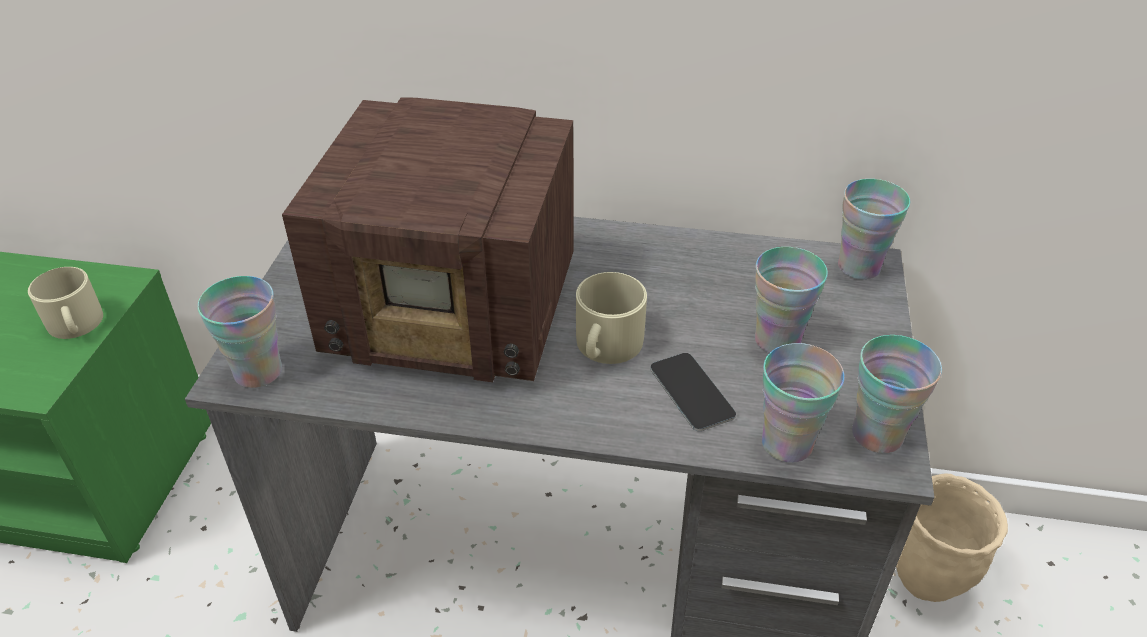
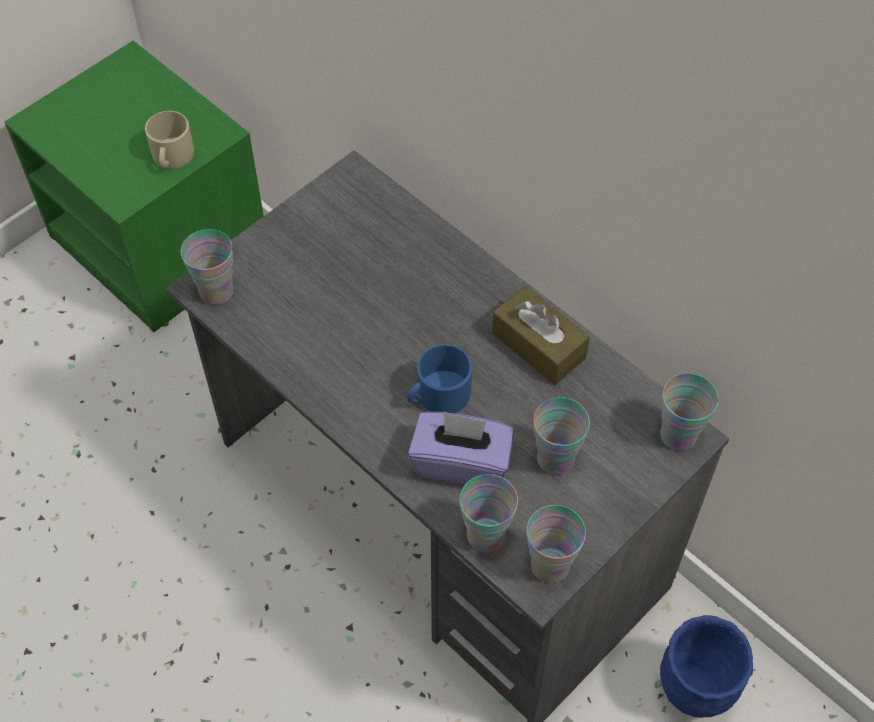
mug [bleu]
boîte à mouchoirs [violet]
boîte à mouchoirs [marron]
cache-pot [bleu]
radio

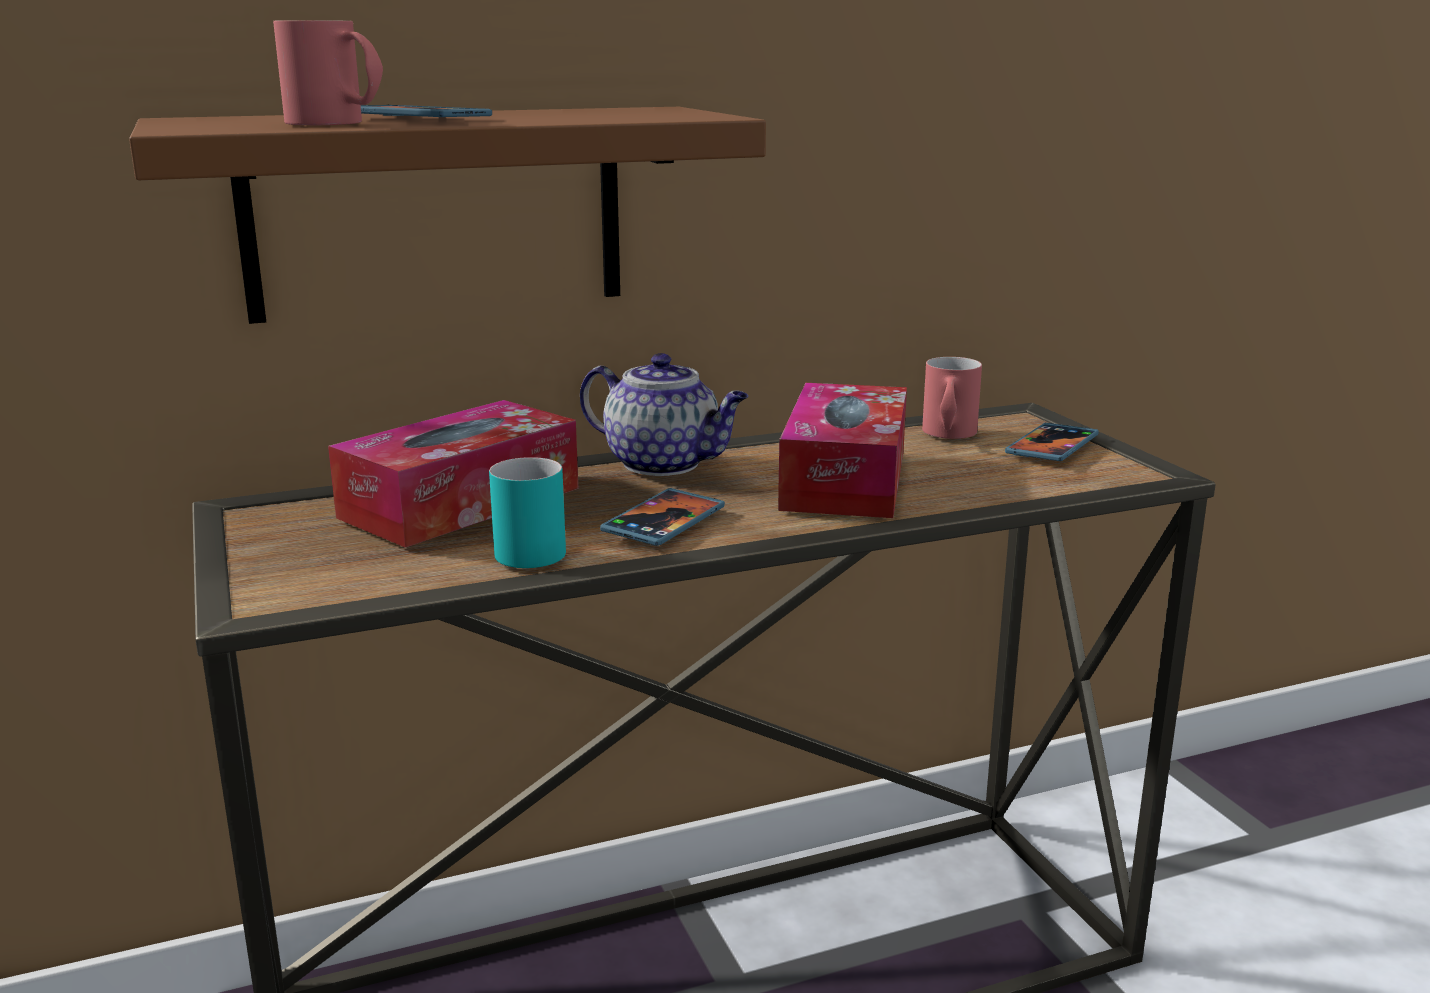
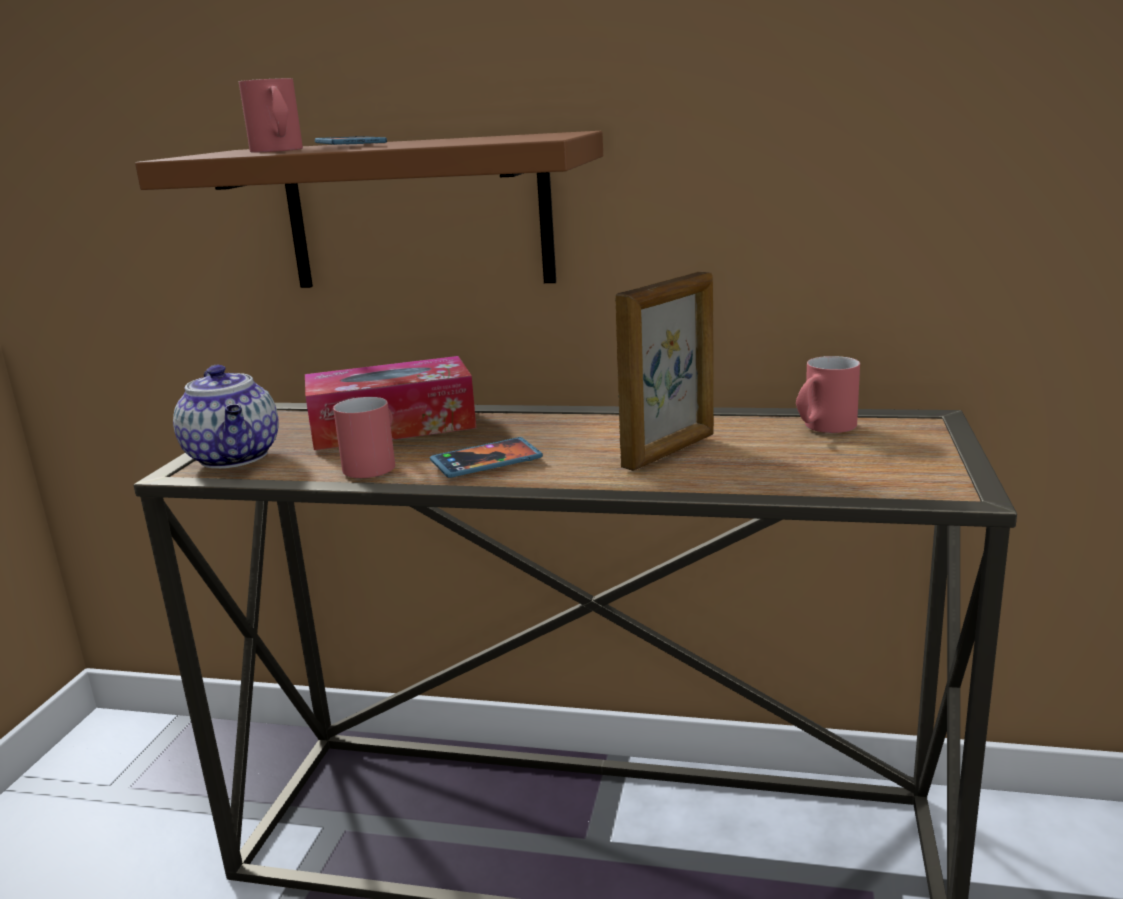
théière
mug [rouge] (no. 2 from left)
cadre photo
téléphone (no. 3 from left in the first image)

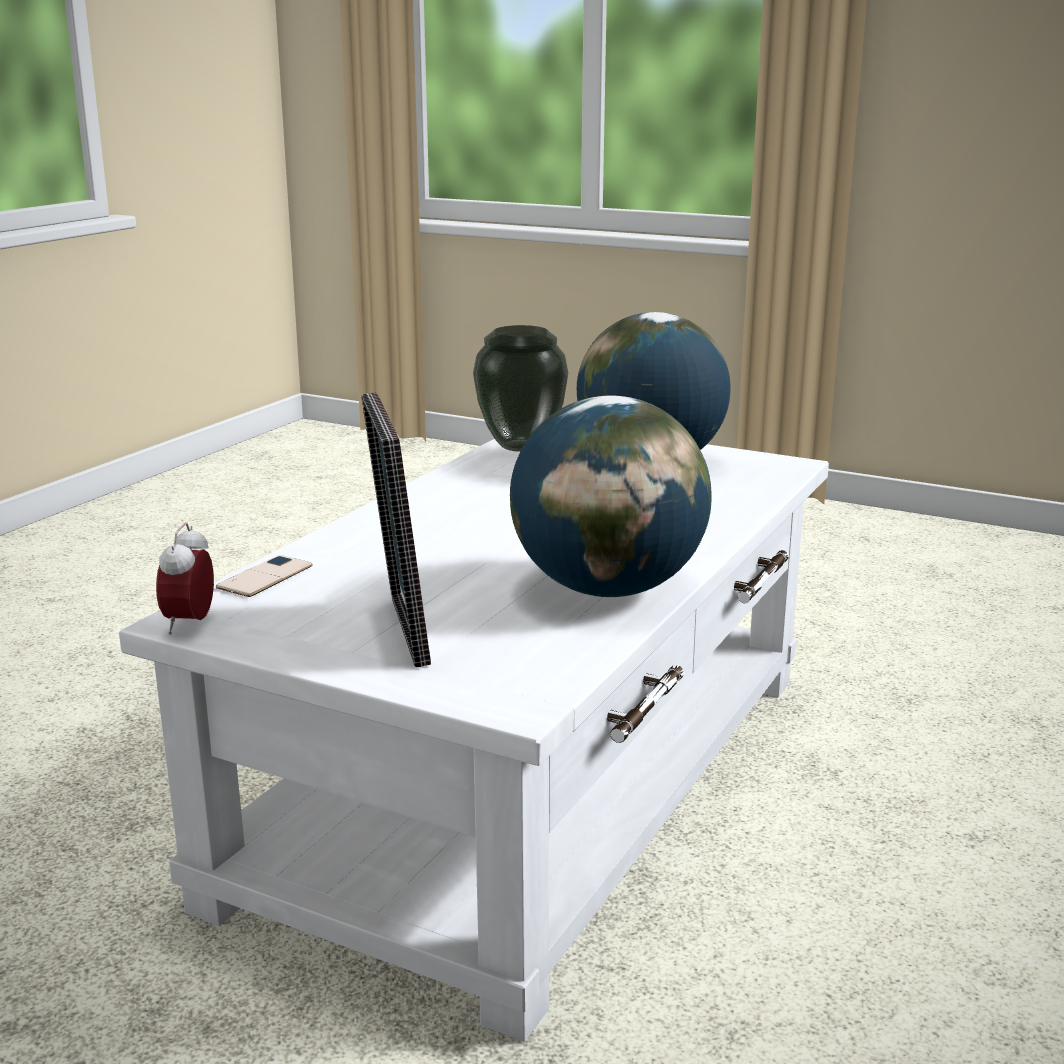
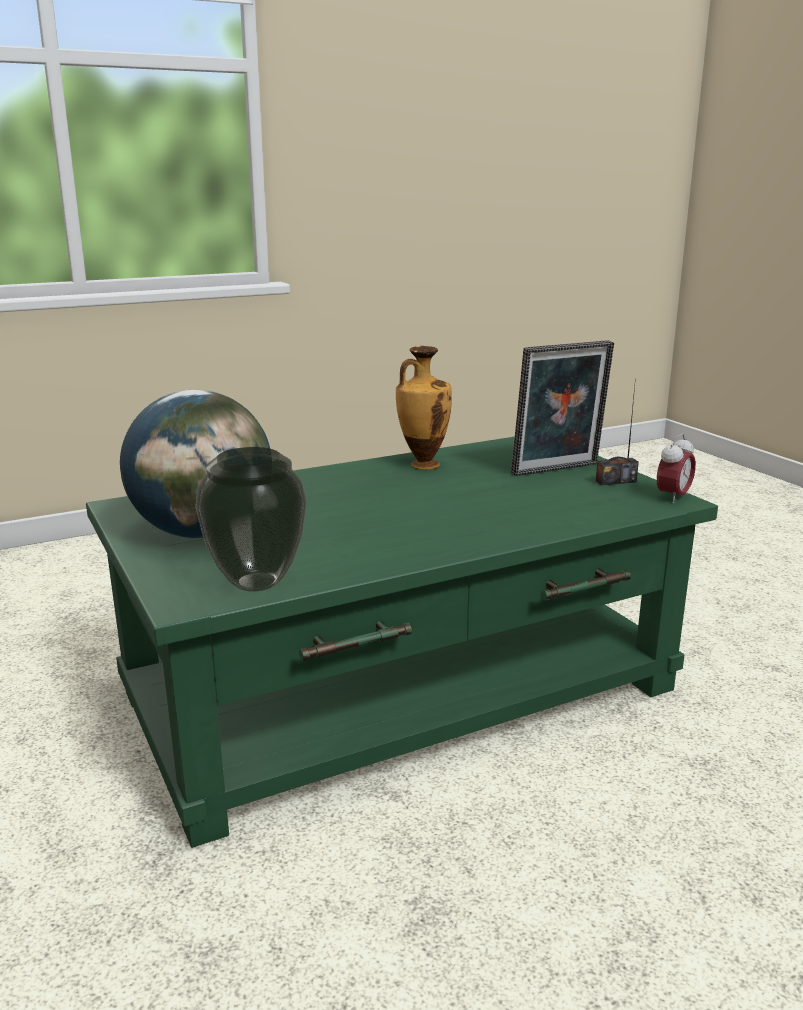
table basse [vert]
vase (no. 2 from left)
cadre photo
radio
téléphone

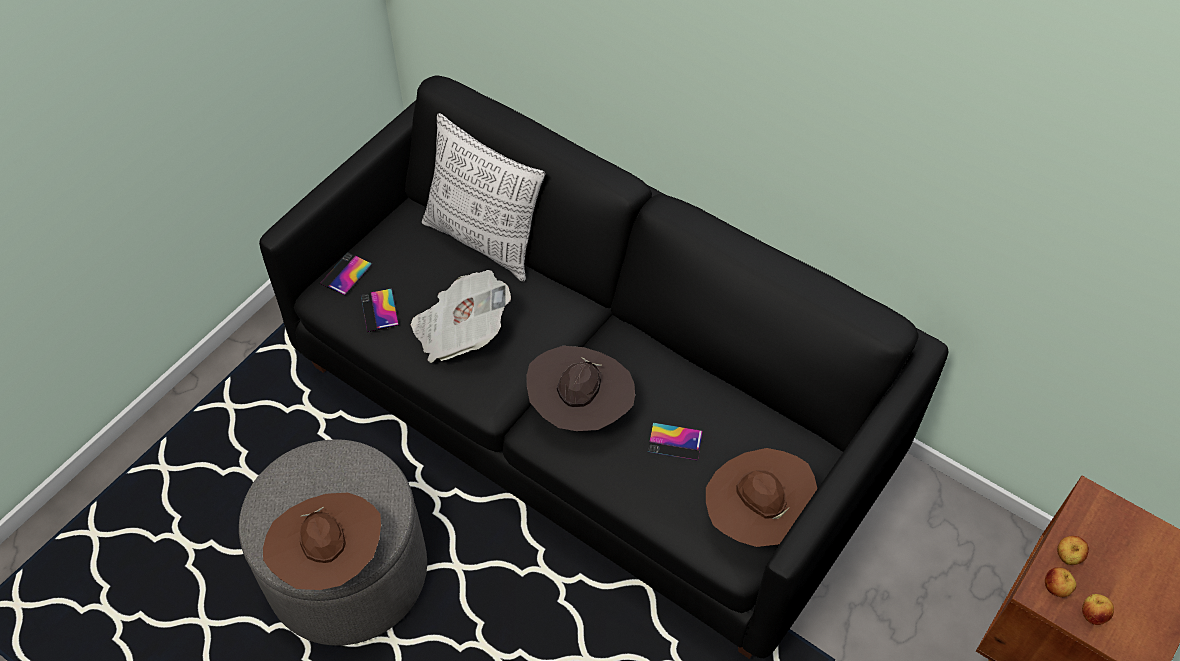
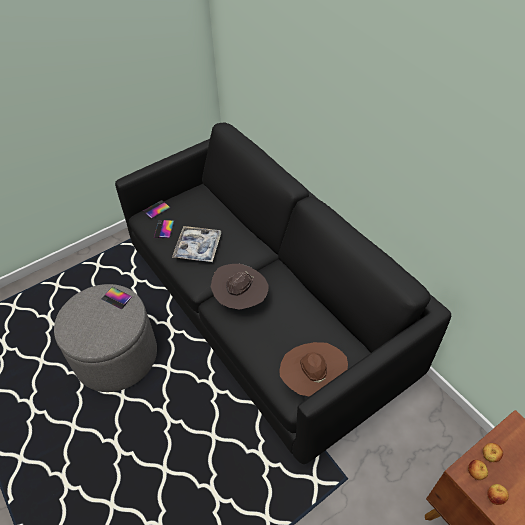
téléphone (no. 1 from left)
plateau
chapeau [marron] (no. 1 from left in the first image)
coussin

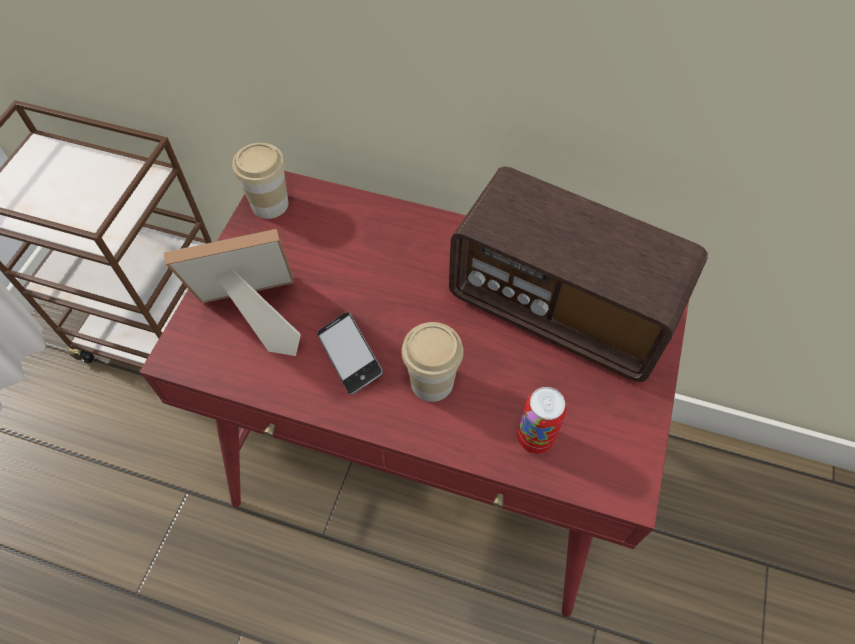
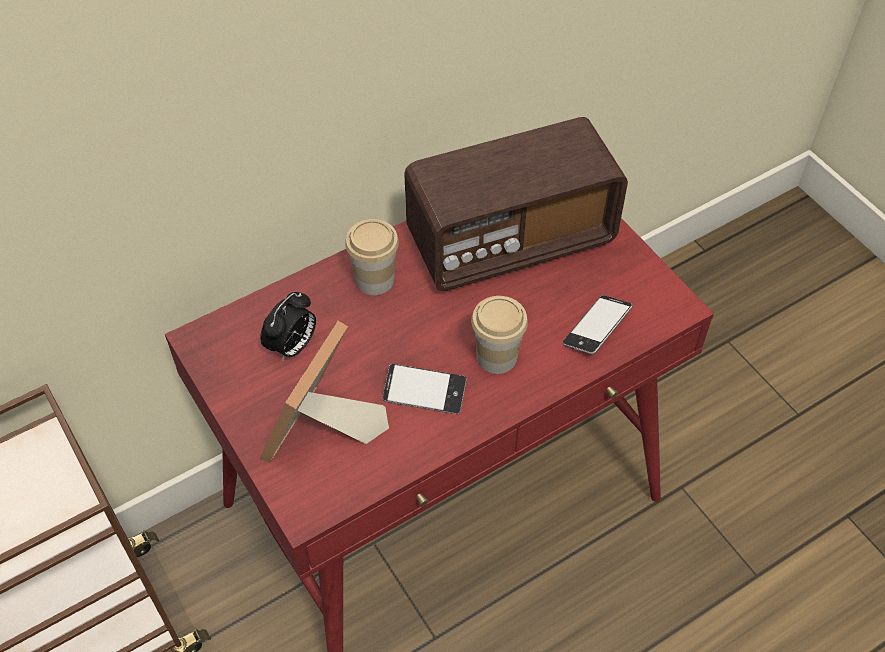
réveil
tasse (no. 1 from left)
téléphone (no. 2 from left)

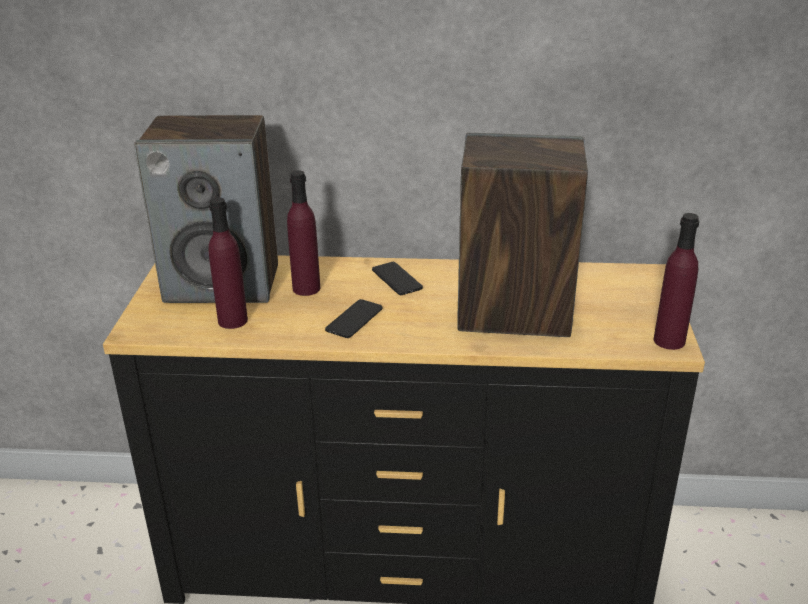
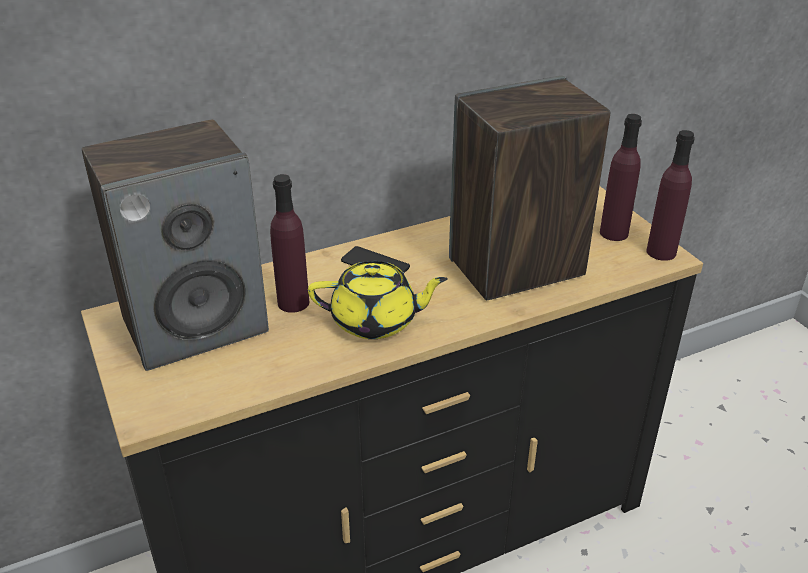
théière [jaune]
bouteille [violet] (no. 2 from left)

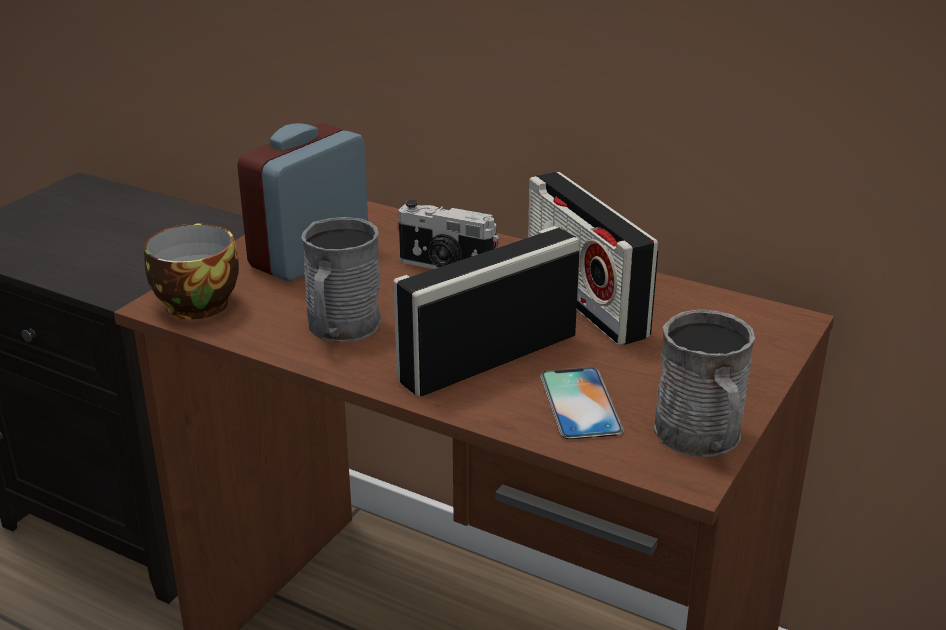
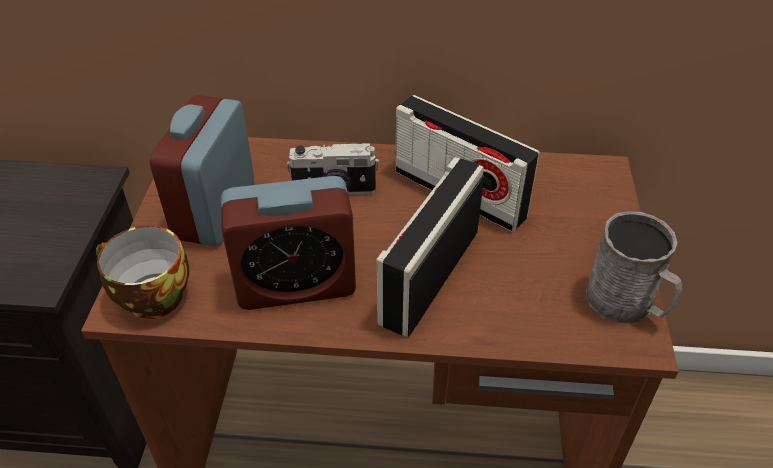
réveil (no. 2 from left)
téléphone

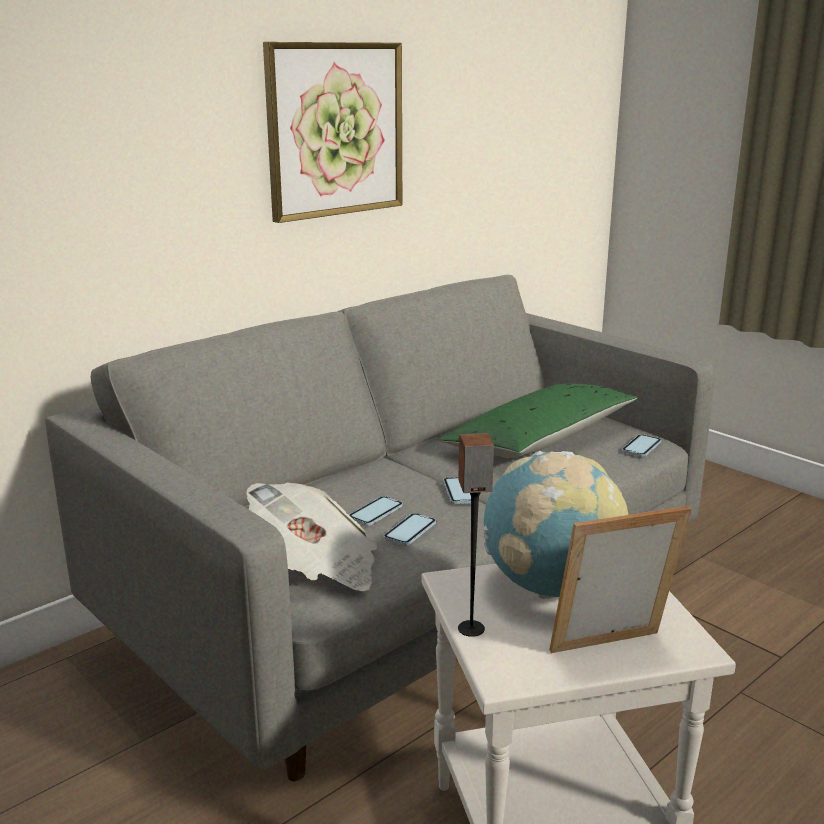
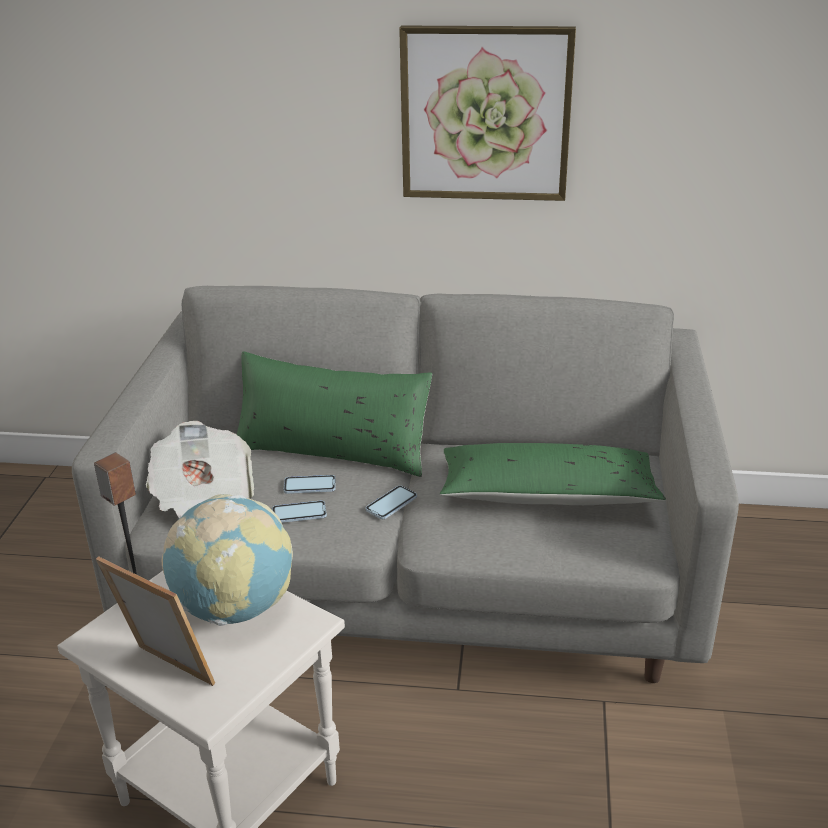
coussin [vert] (no. 1 from left)
téléphone (no. 4 from left in the first image)

